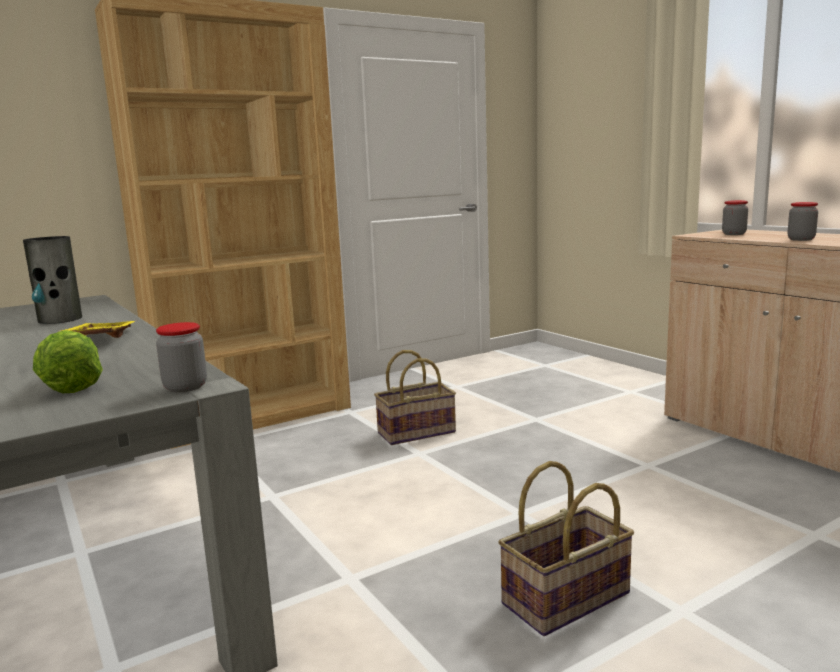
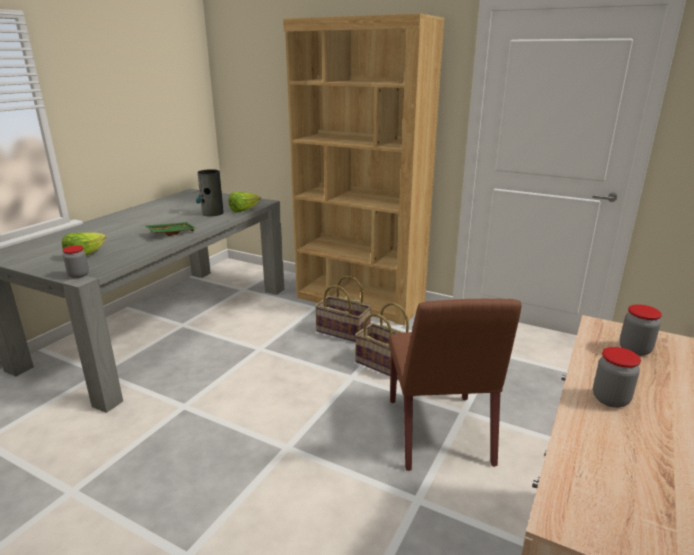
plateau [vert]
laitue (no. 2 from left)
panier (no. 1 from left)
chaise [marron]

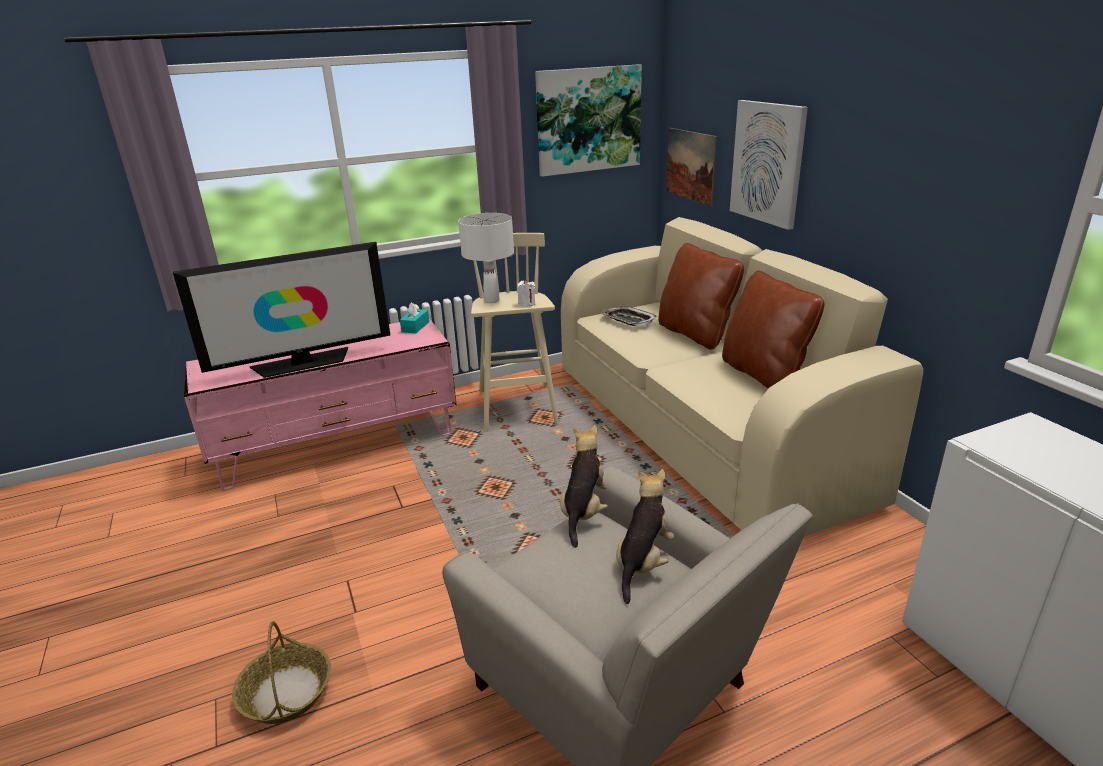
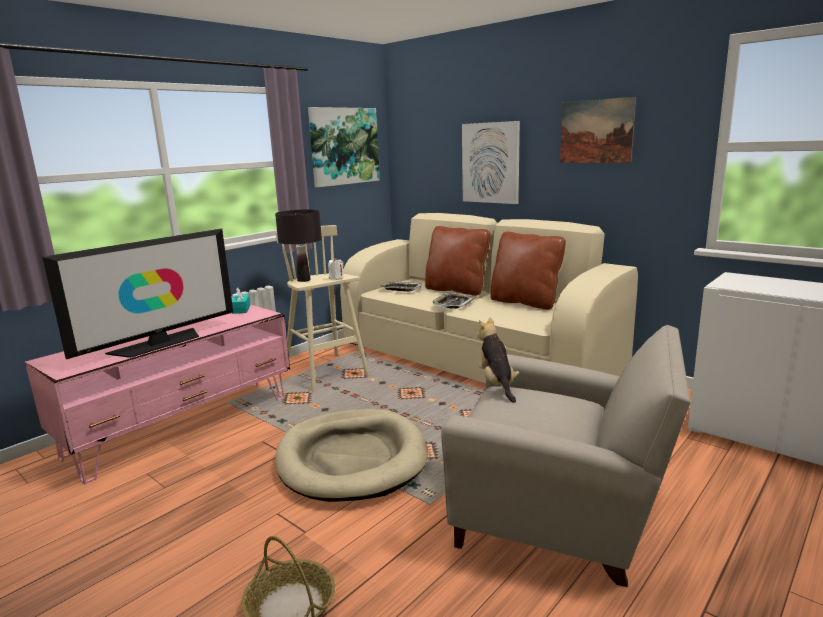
lampe de table [noir]
panier pour chien [beige]
plateau (no. 2 from left)
tableau (no. 3 from left)
peluche (no. 2 from left in the first image)

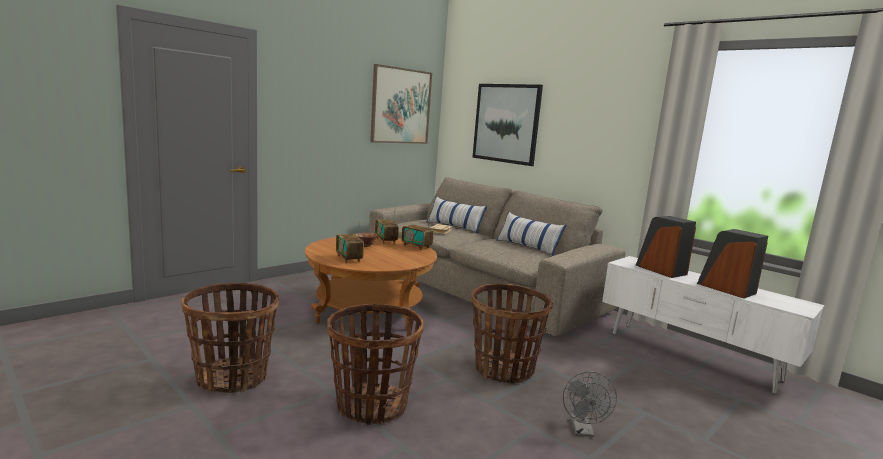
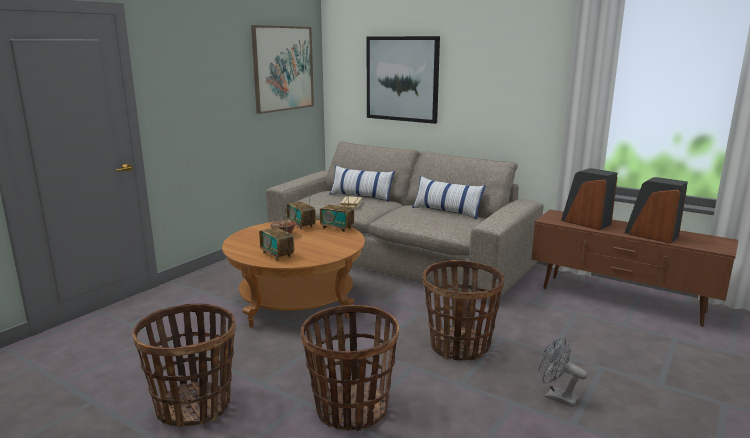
meuble télé [marron]
ventilateur [gris]

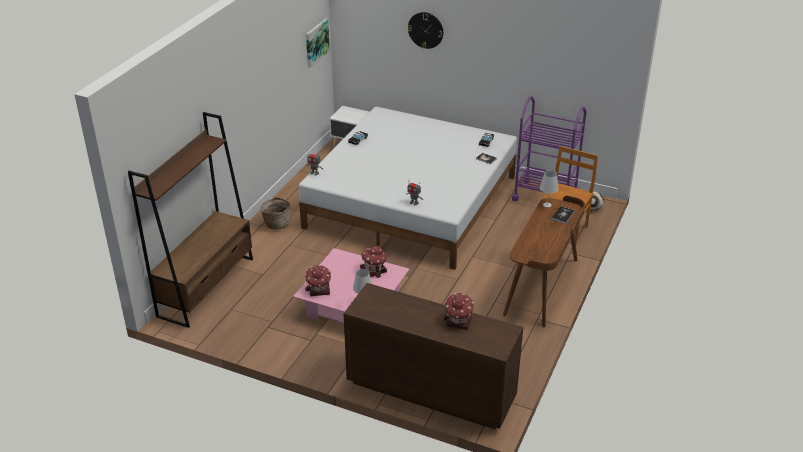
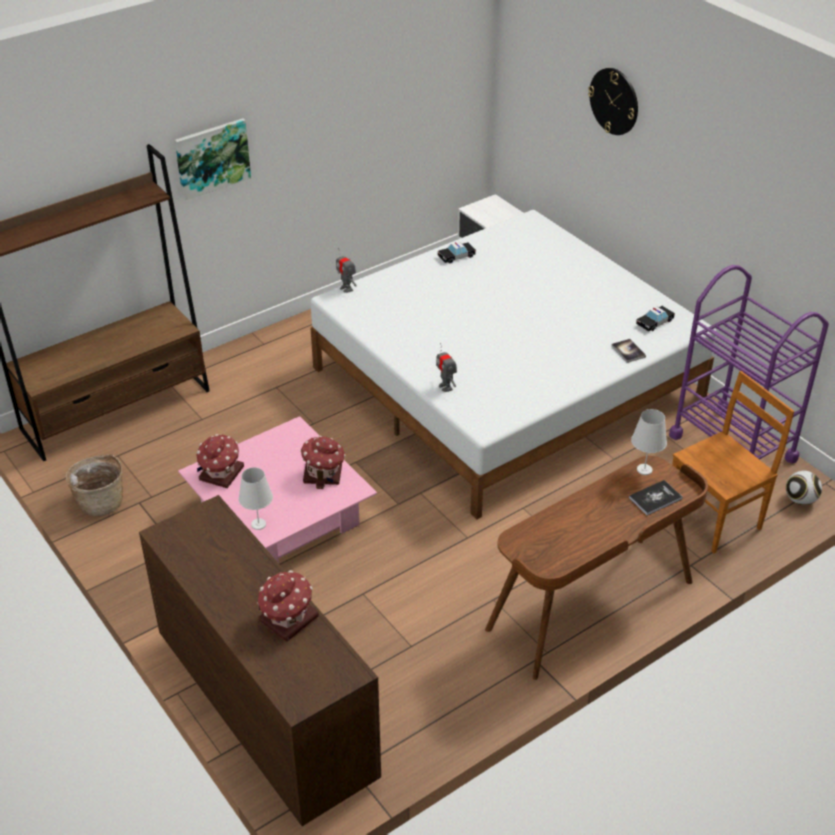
panier
tableau

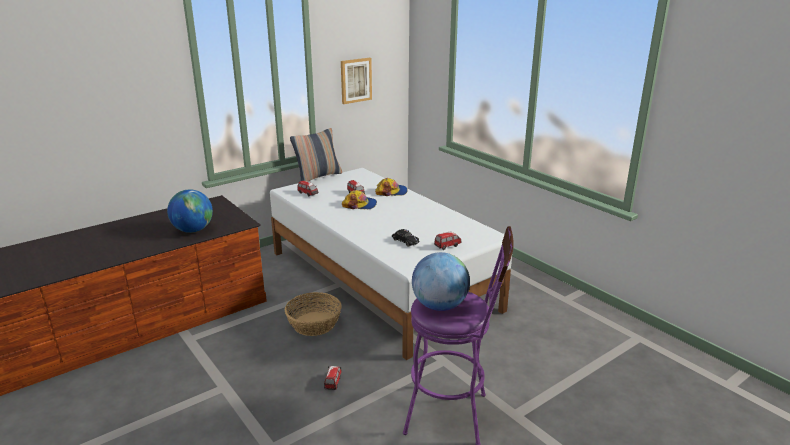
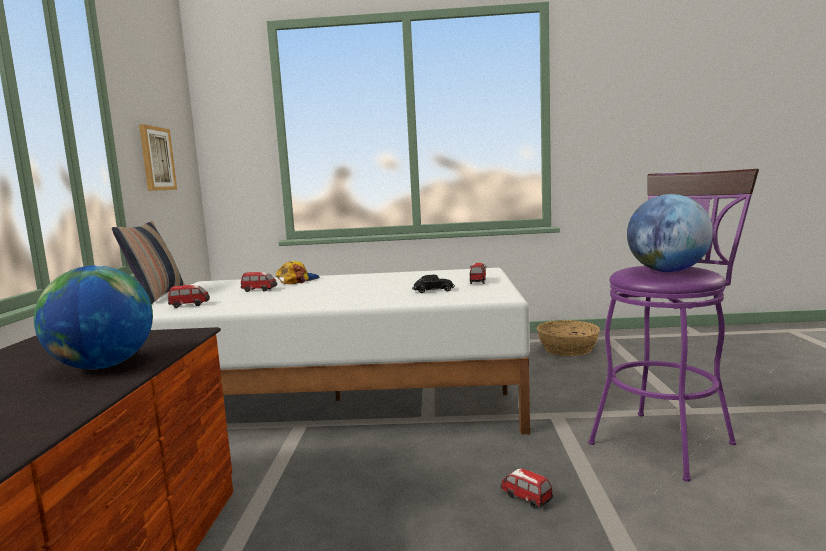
panier
casquette (no. 1 from left in the first image)

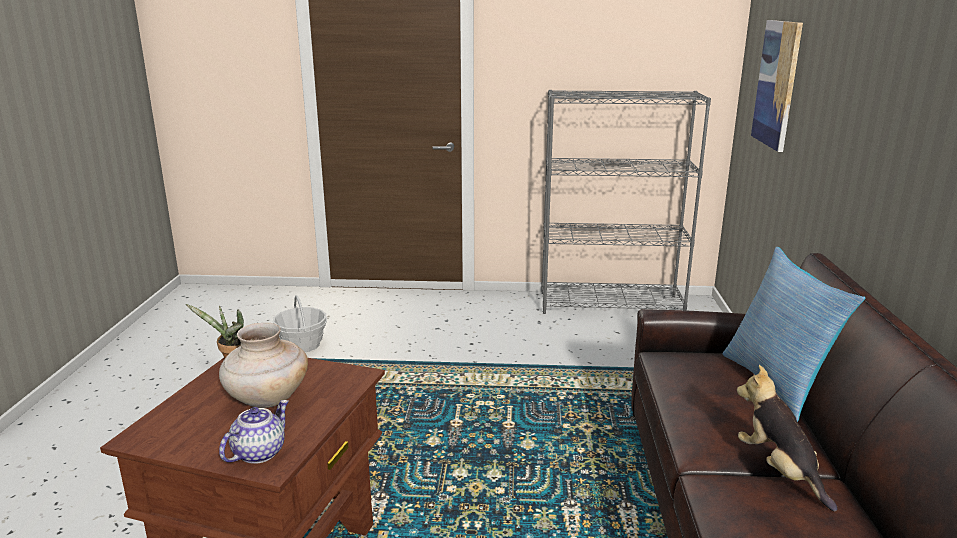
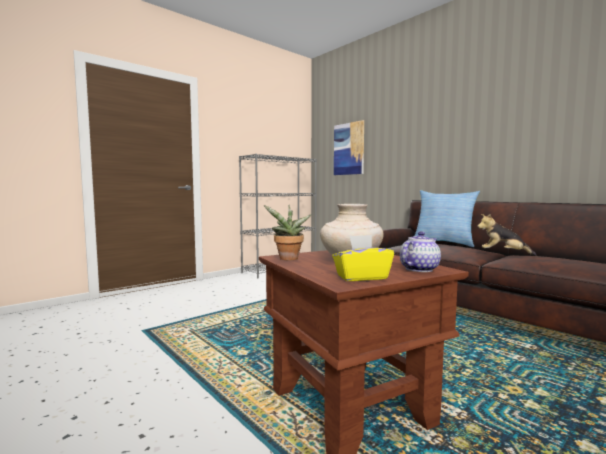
boîte à mouchoirs [jaune]
théière
panier

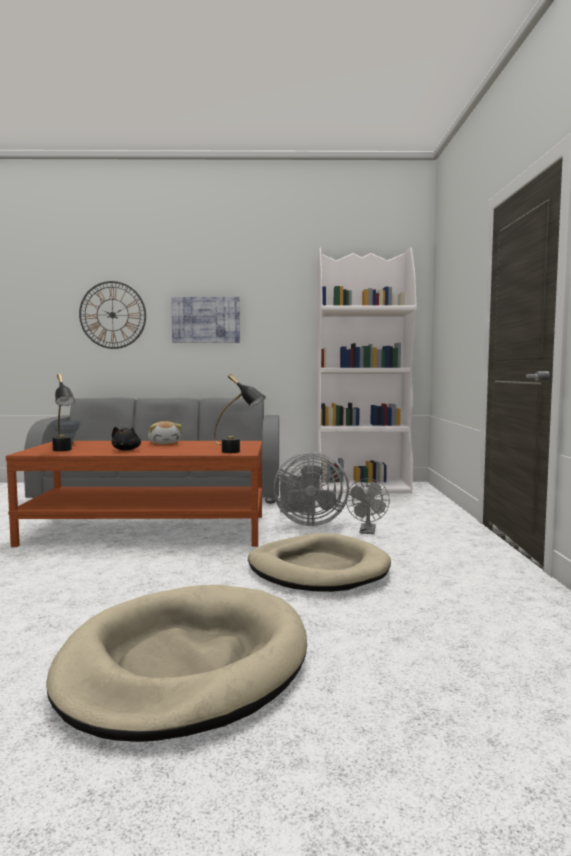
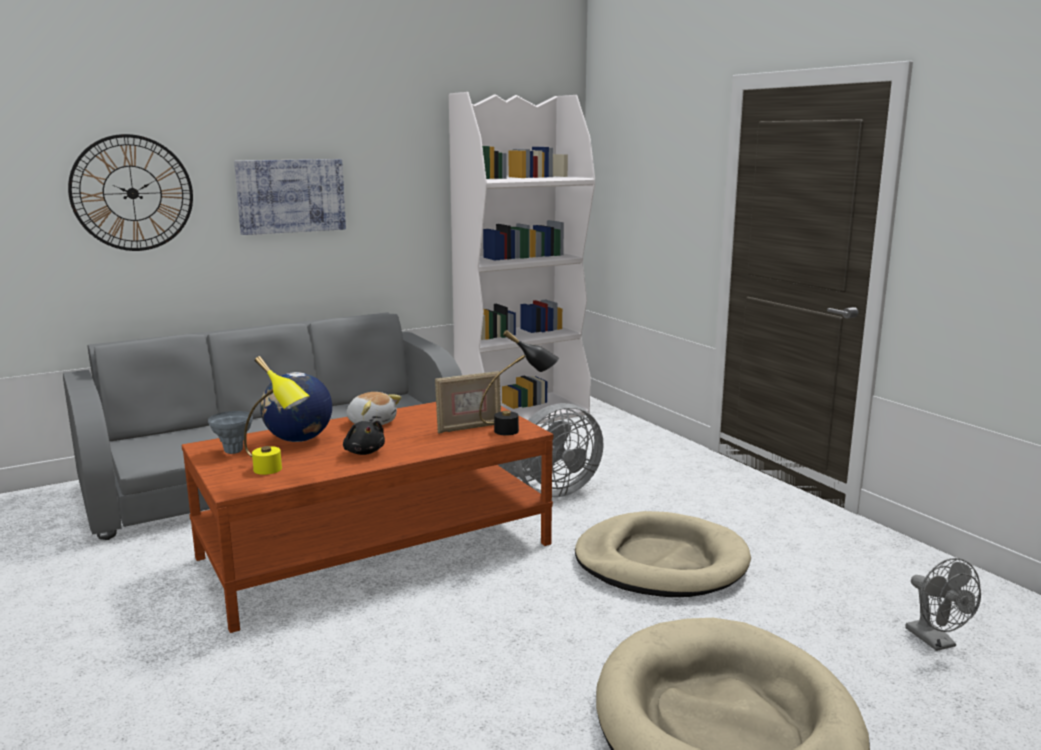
lampe de table [jaune]
globe
cadre photo
ventilateur [gris] (no. 2 from left)

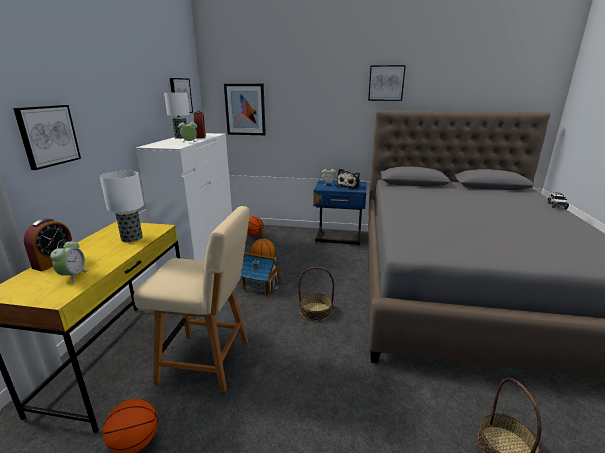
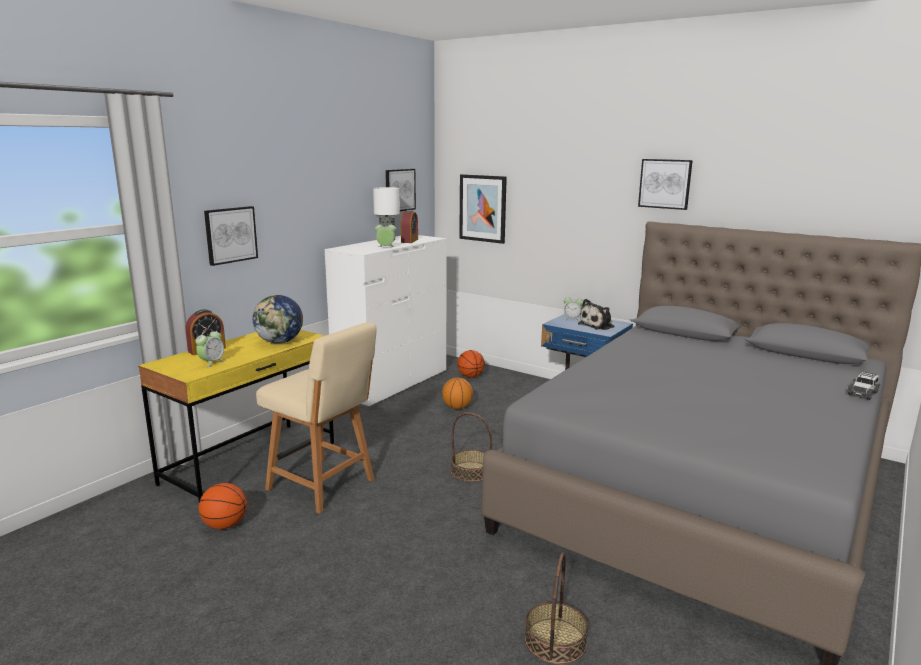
globe
maison miniature

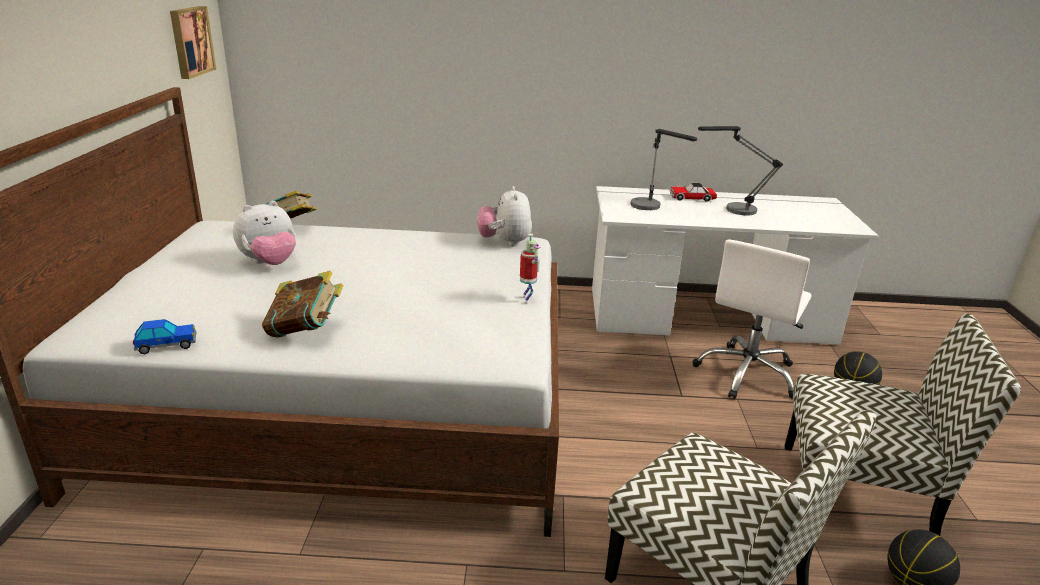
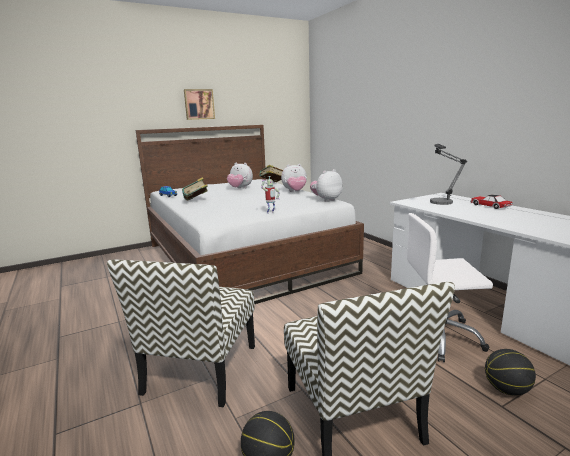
tableau
peluche (no. 2 from left)
lampe de table (no. 2 from left in the first image)

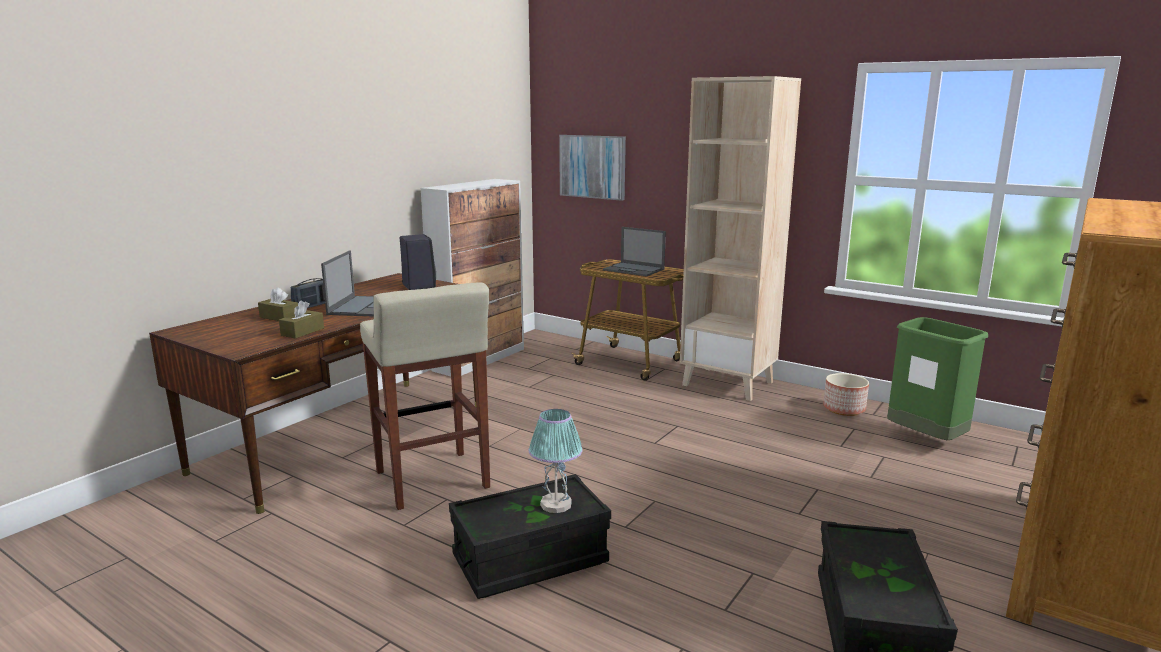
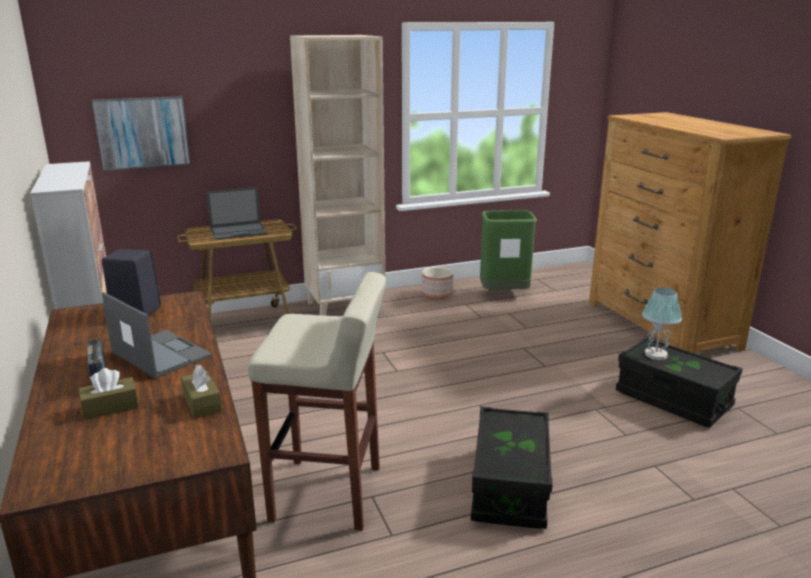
lampe de table

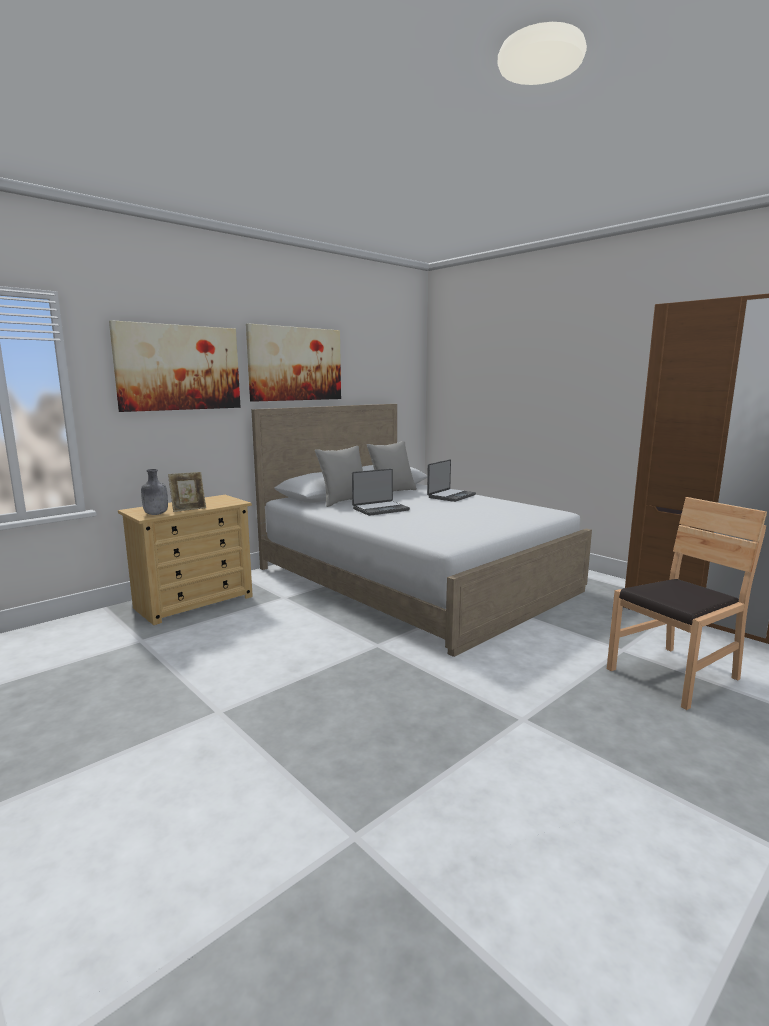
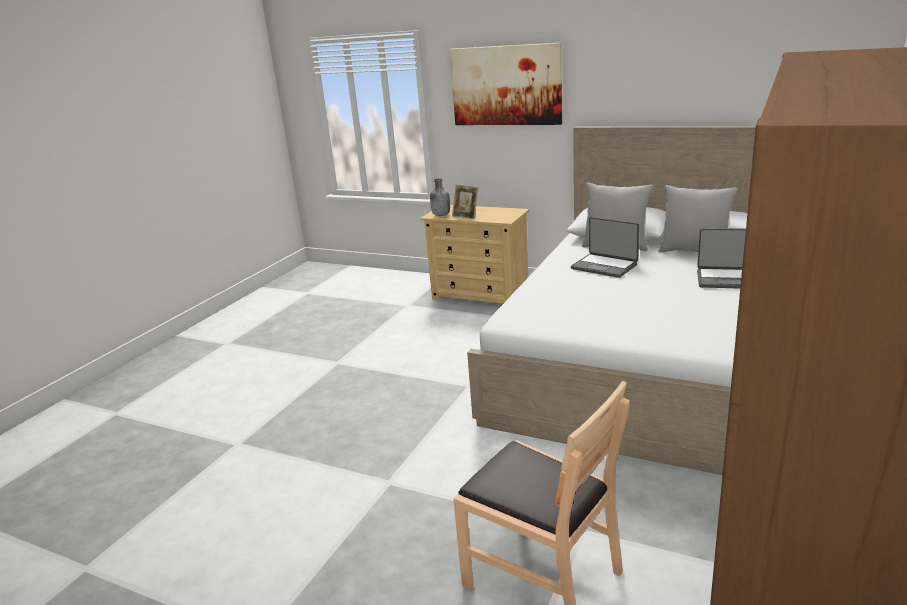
tableau (no. 2 from left in the first image)

